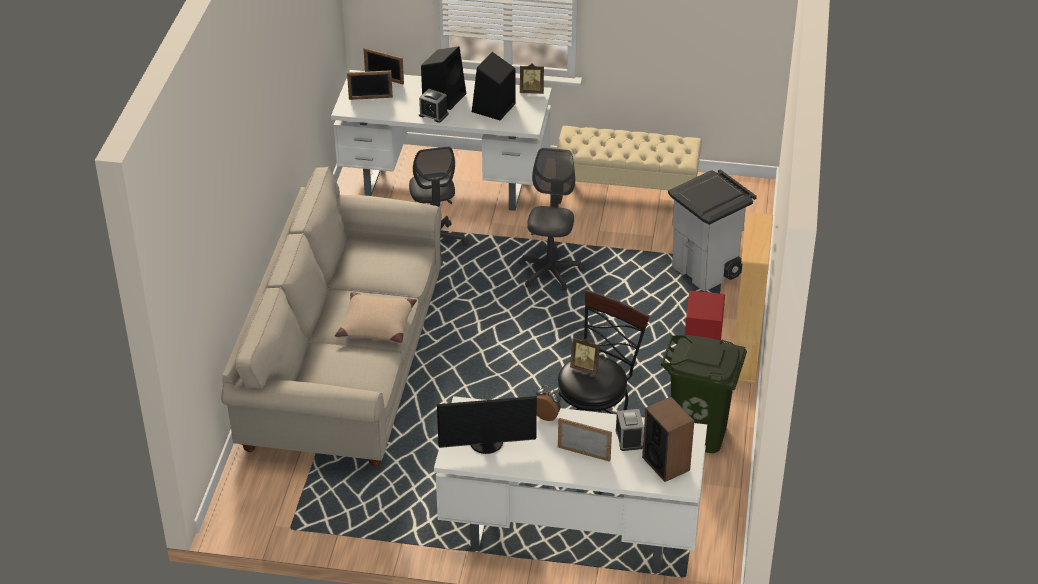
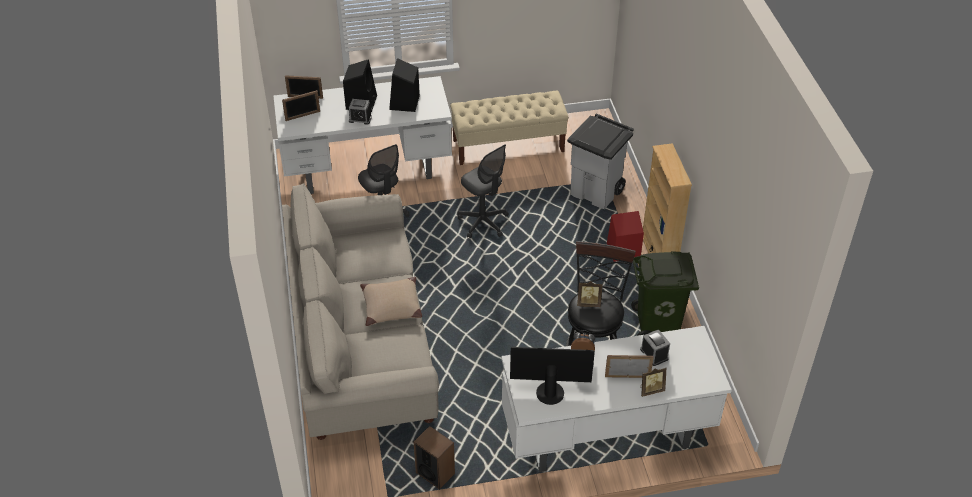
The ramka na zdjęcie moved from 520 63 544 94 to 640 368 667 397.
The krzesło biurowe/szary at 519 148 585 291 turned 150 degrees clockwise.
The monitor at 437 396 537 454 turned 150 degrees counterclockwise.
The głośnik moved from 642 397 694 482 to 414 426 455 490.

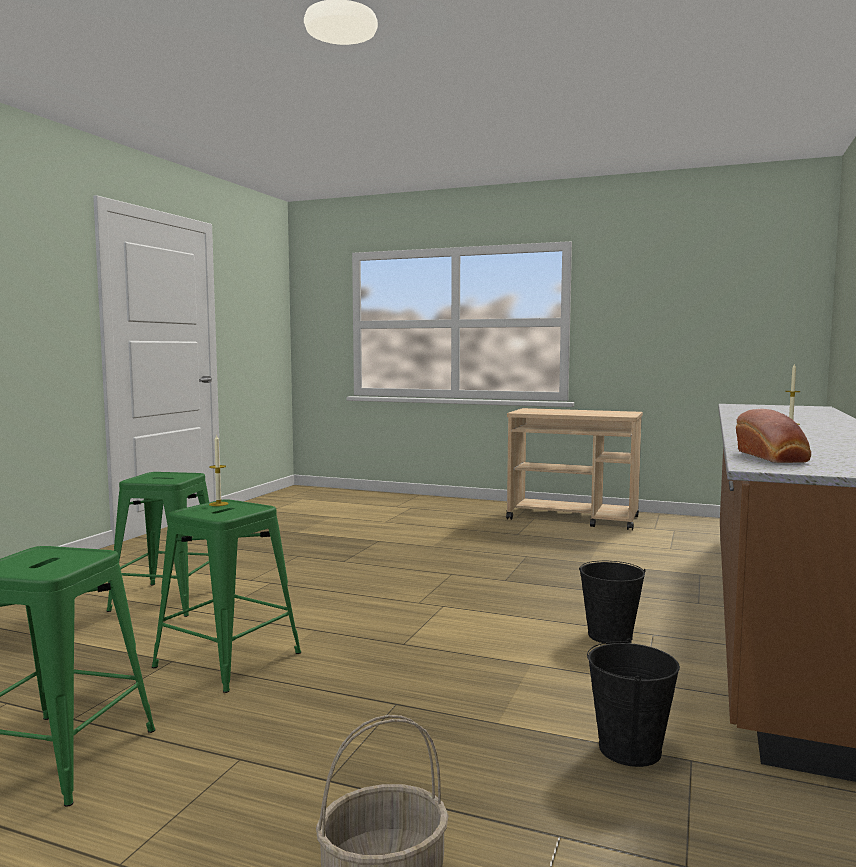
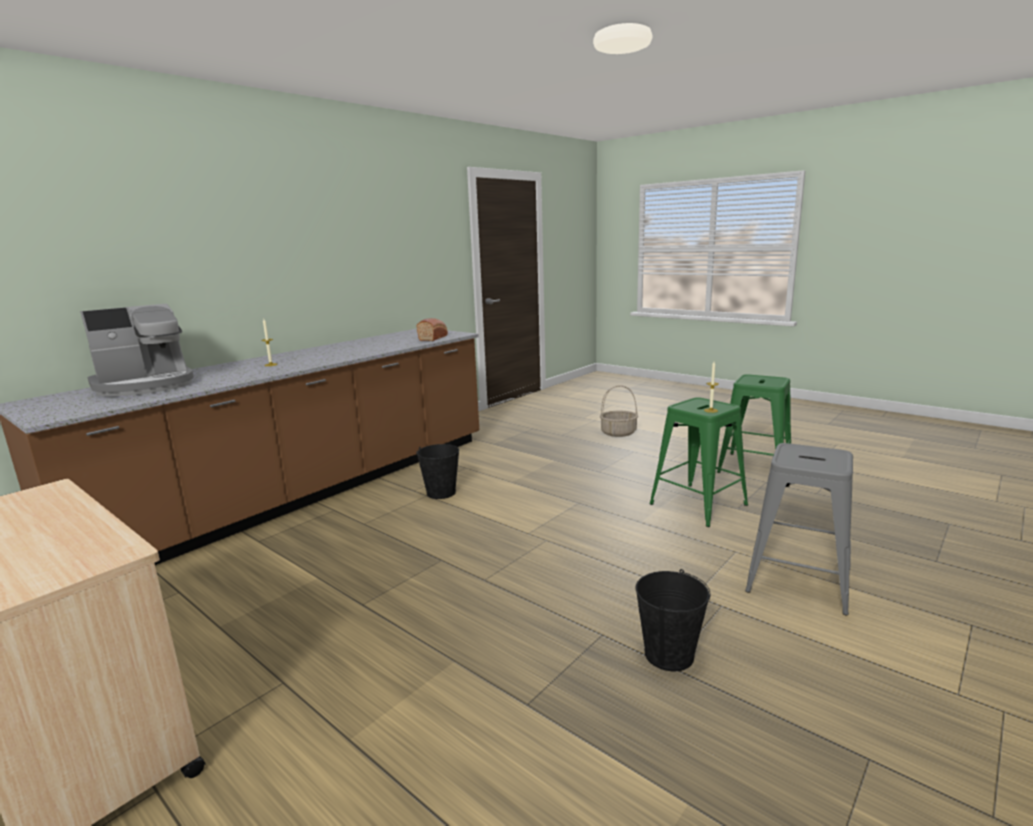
The stołek/zielony at 106 472 209 617 became the stołek/szary at 745 443 853 616.
The wiadro/czarny moved from 587 639 680 767 to 636 569 711 671.
The ekspres do kawy at 80 304 194 397 appeared.

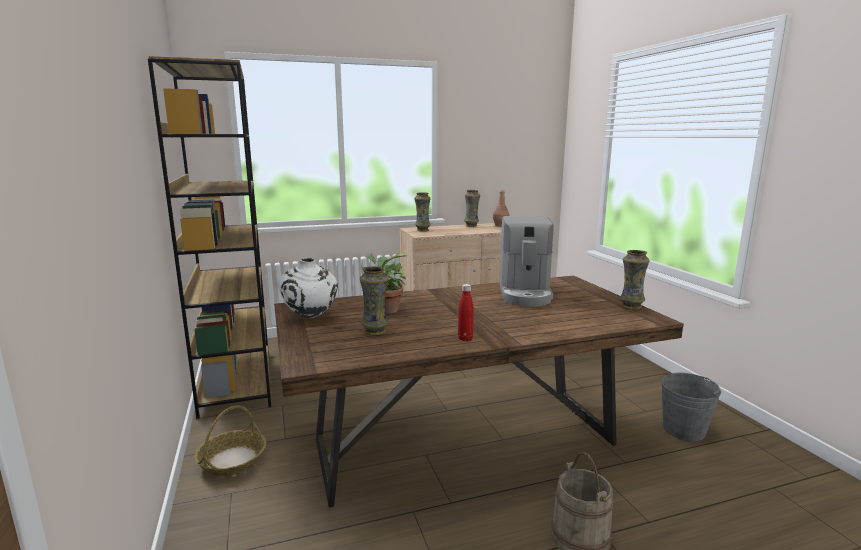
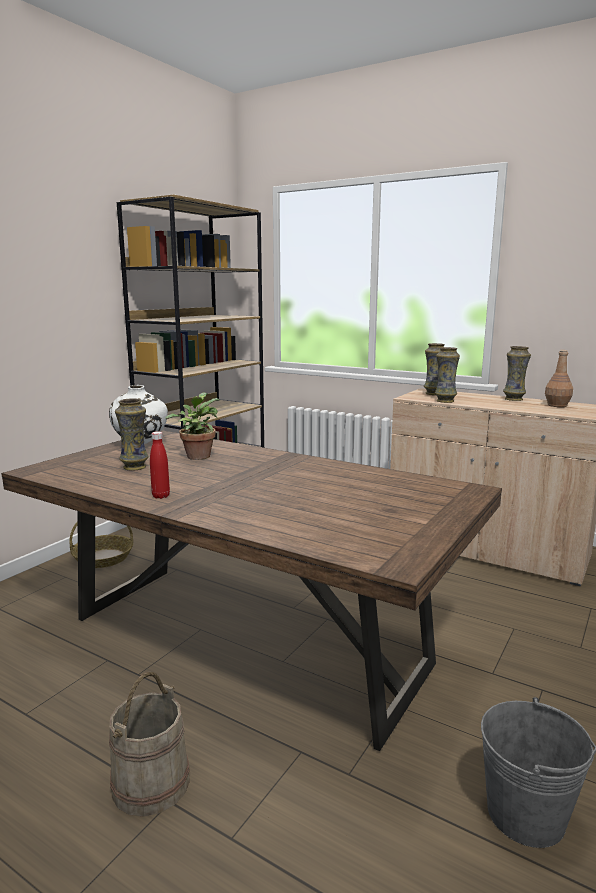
The ekspres do kawy at 500 216 554 307 disappeared.
The wazon moved from 620 250 650 310 to 435 347 460 403.

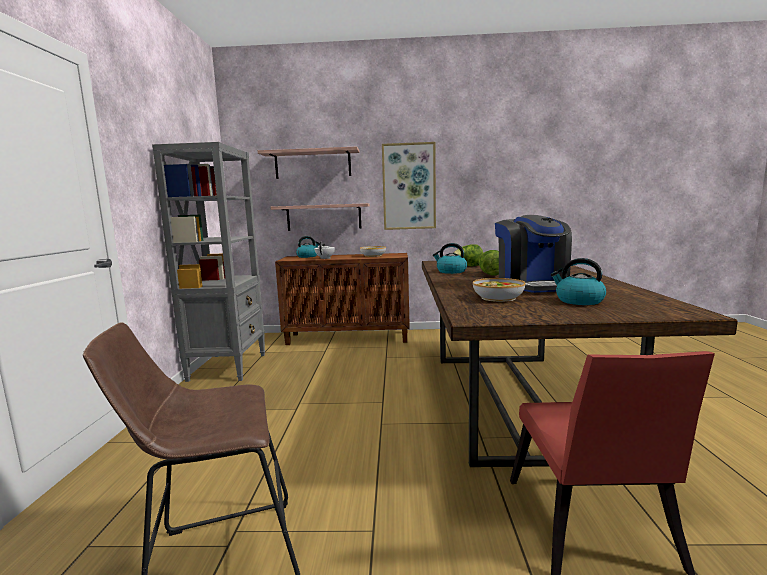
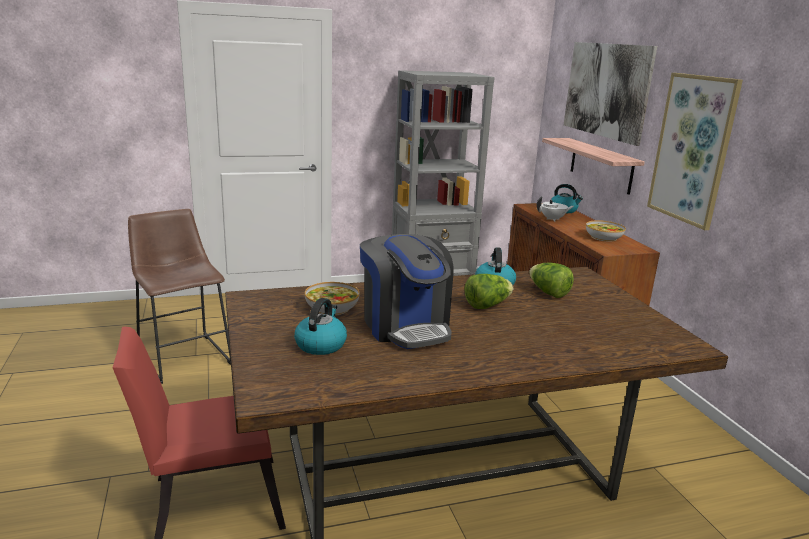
The półka at 258 147 359 179 was replaced by the obraz at 564 42 657 146.
The ekspres do kawy at 495 215 572 293 turned 90 degrees counterclockwise.

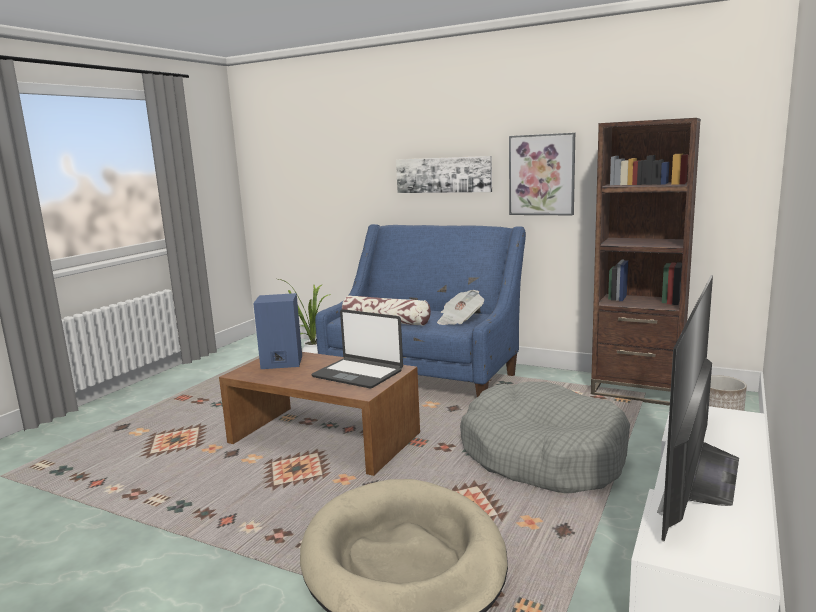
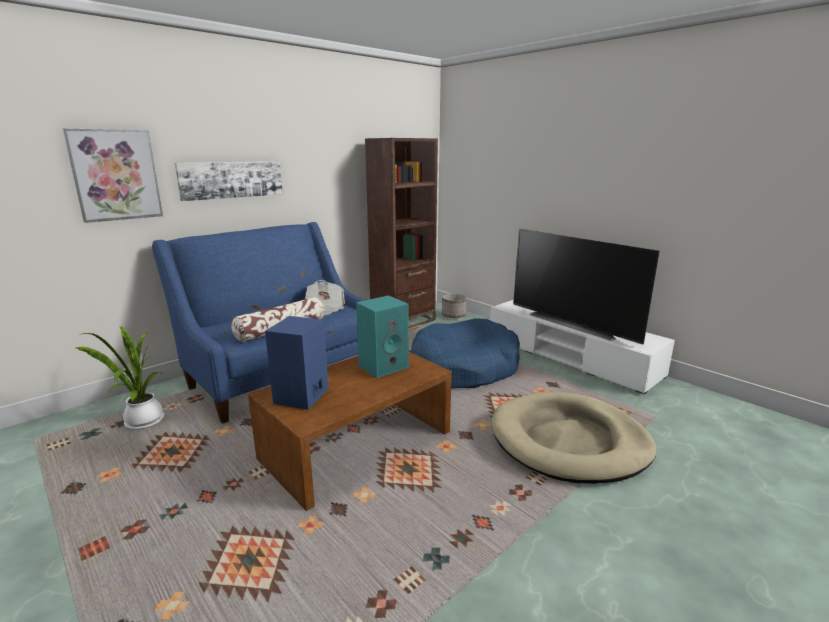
The obraz moved from 509 133 575 215 to 63 128 163 223.
The laptop at 311 309 403 388 was replaced by the głośnik/turkusowy at 356 295 409 378.
The legowisko/szary at 460 382 630 493 became the legowisko/niebieski at 411 318 520 388.

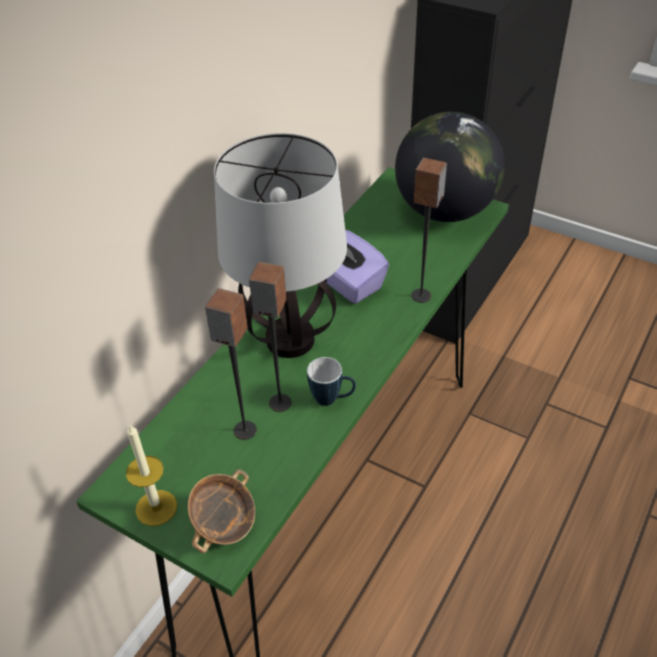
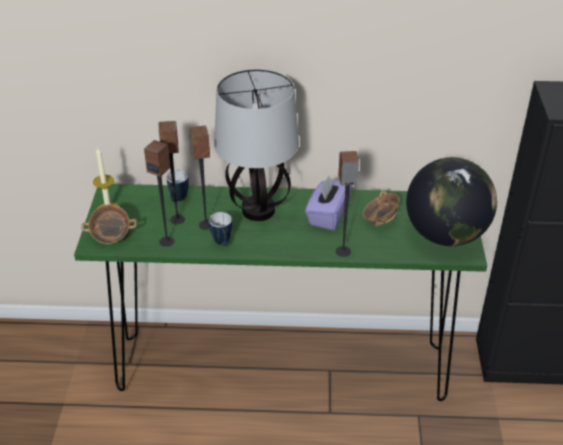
The głośnik at 144 140 175 247 appeared.
The kubek at 167 170 189 202 appeared.
The miska at 363 191 399 227 appeared.

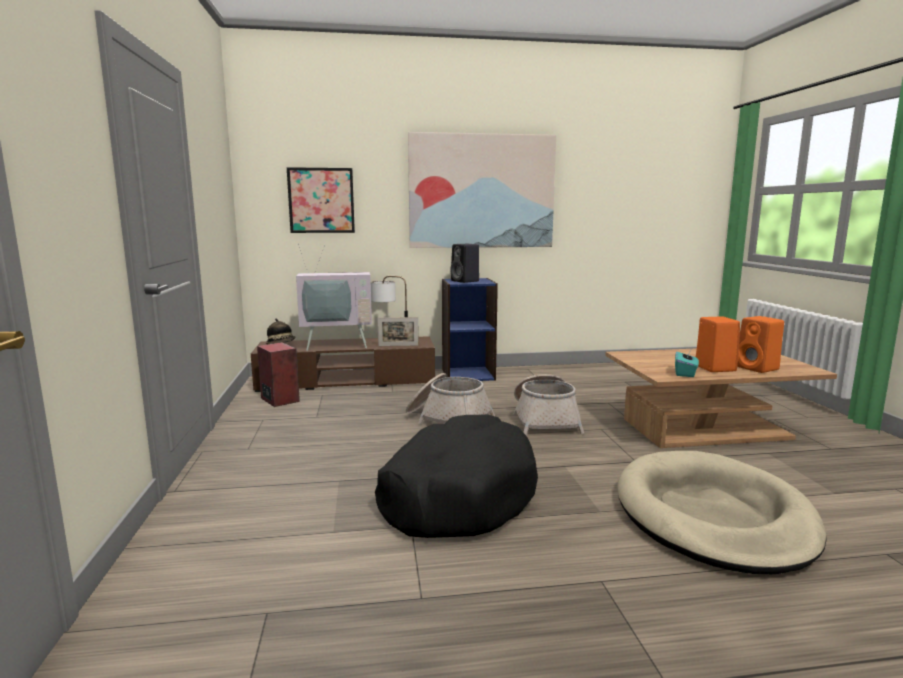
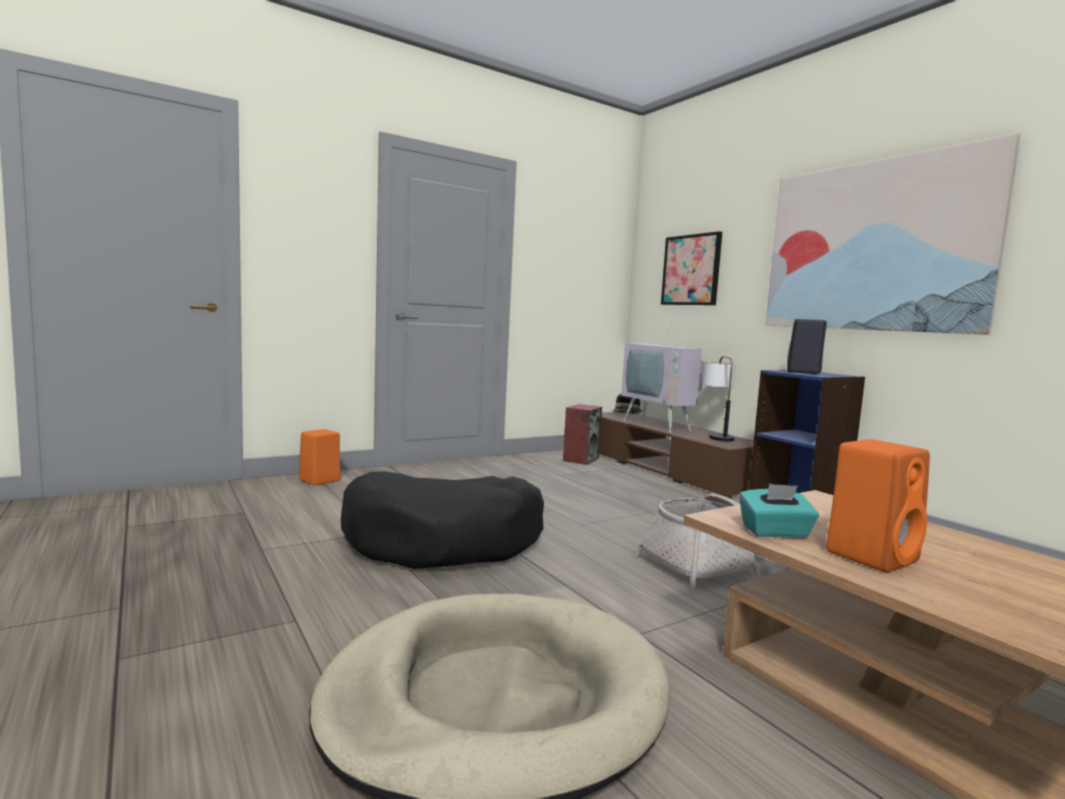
The głośnik/pomarańczowy moved from 737 316 784 373 to 299 429 340 486.
The ramka na zdjęcie at 377 317 419 346 disappeared.
The koszyk at 406 373 495 424 disappeared.

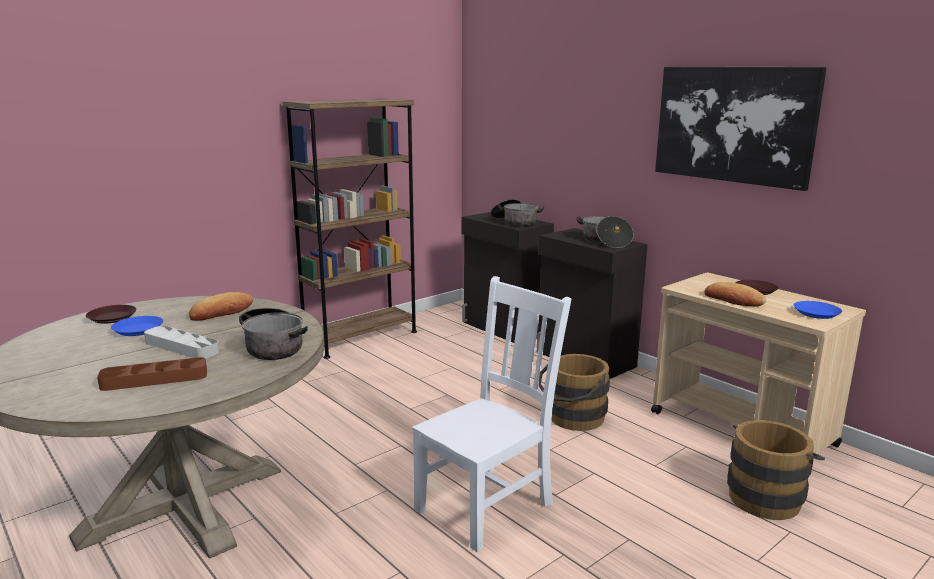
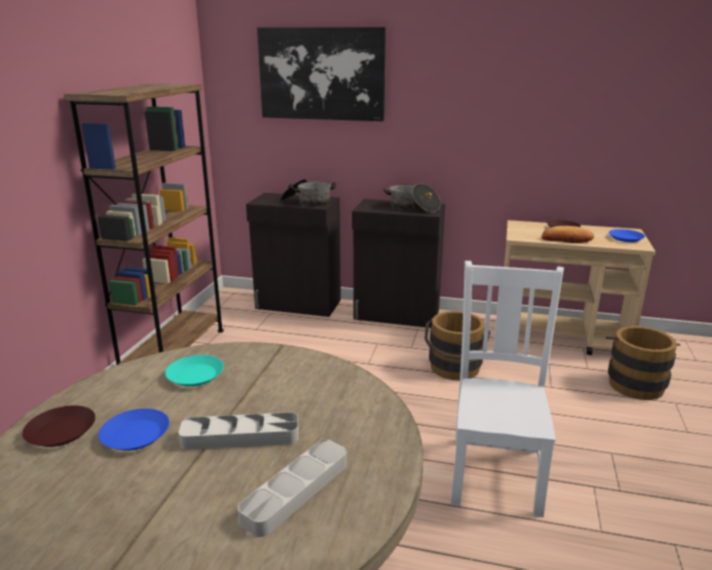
The obraz moved from 655 67 826 191 to 257 27 386 121.
The chleb at 189 292 253 321 was replaced by the talerz/turkusowy at 165 355 224 387.
The garnek at 239 308 308 360 disappeared.
The taca/brązowy at 97 357 207 391 became the taca/szary at 237 440 347 537.

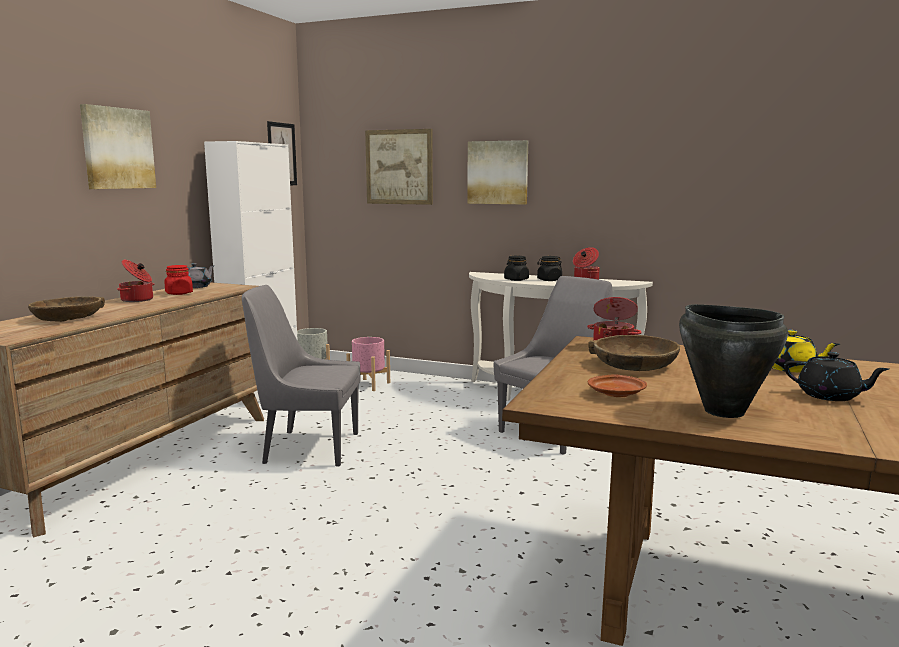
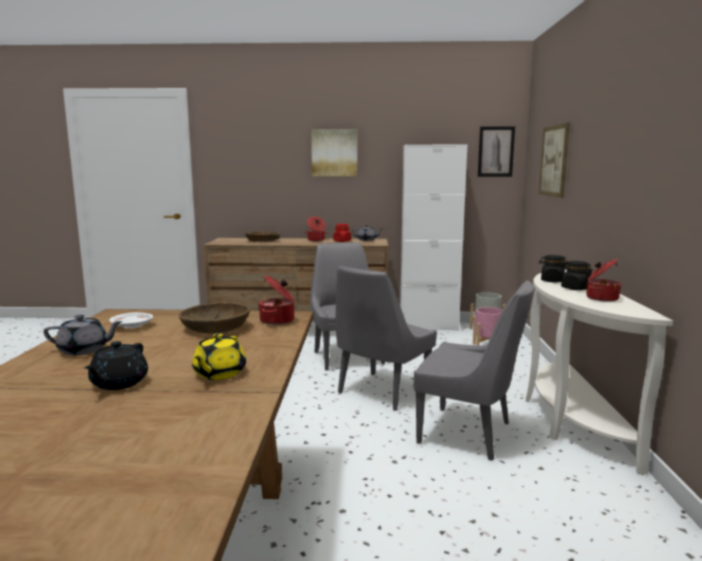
The obraz at 467 140 528 205 disappeared.
The garnek/czarny at 679 304 788 418 was replaced by the imbryk/szary at 43 315 122 355.
The talerz/brązowy at 588 374 647 397 became the talerz/biały at 109 312 153 328.
The krzesło/szary at 336 266 437 411 appeared.

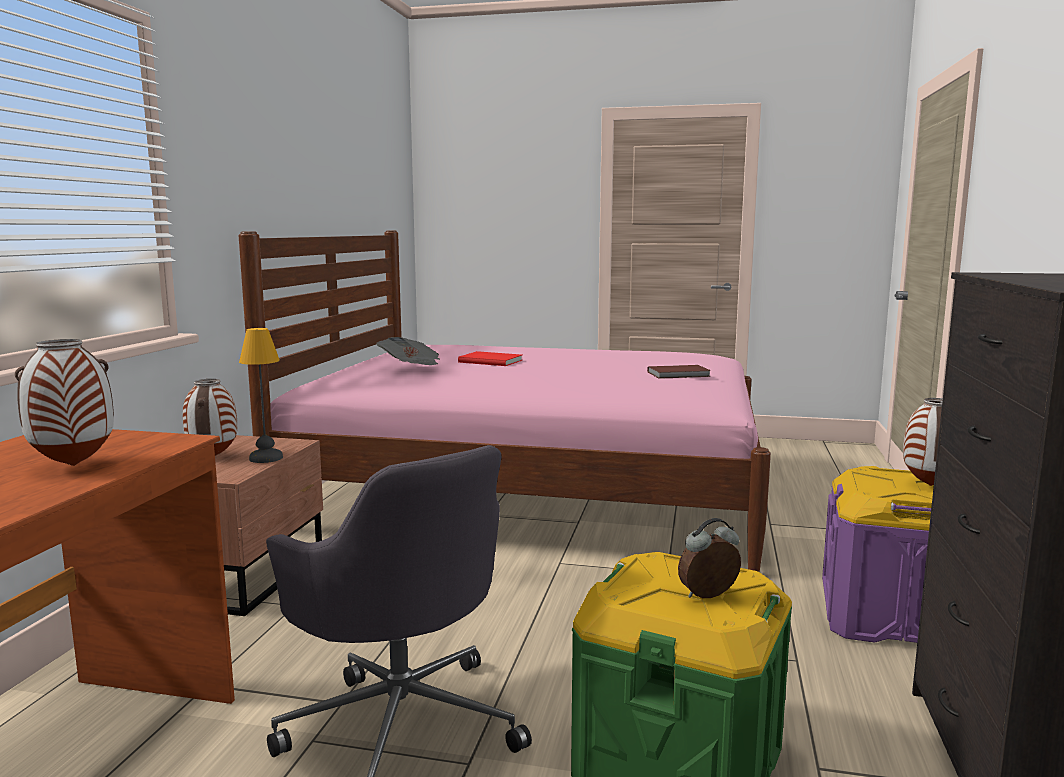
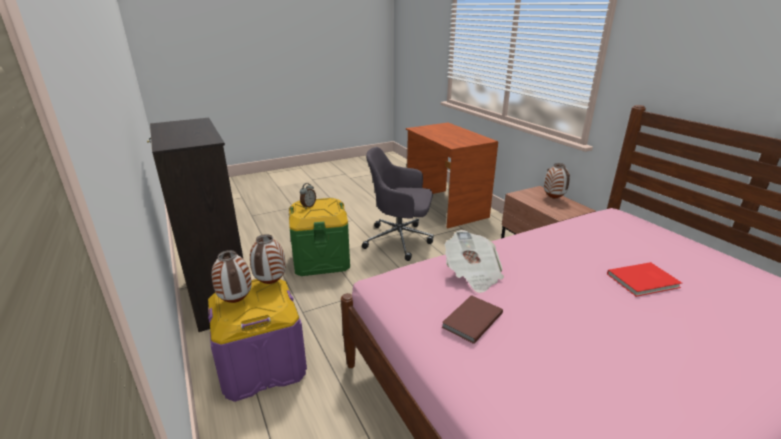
The lampa stołowa at 239 328 283 463 disappeared.
The gazeta moved from 376 337 440 365 to 445 230 504 293.
The wazon moved from 15 339 114 466 to 250 234 286 284.

